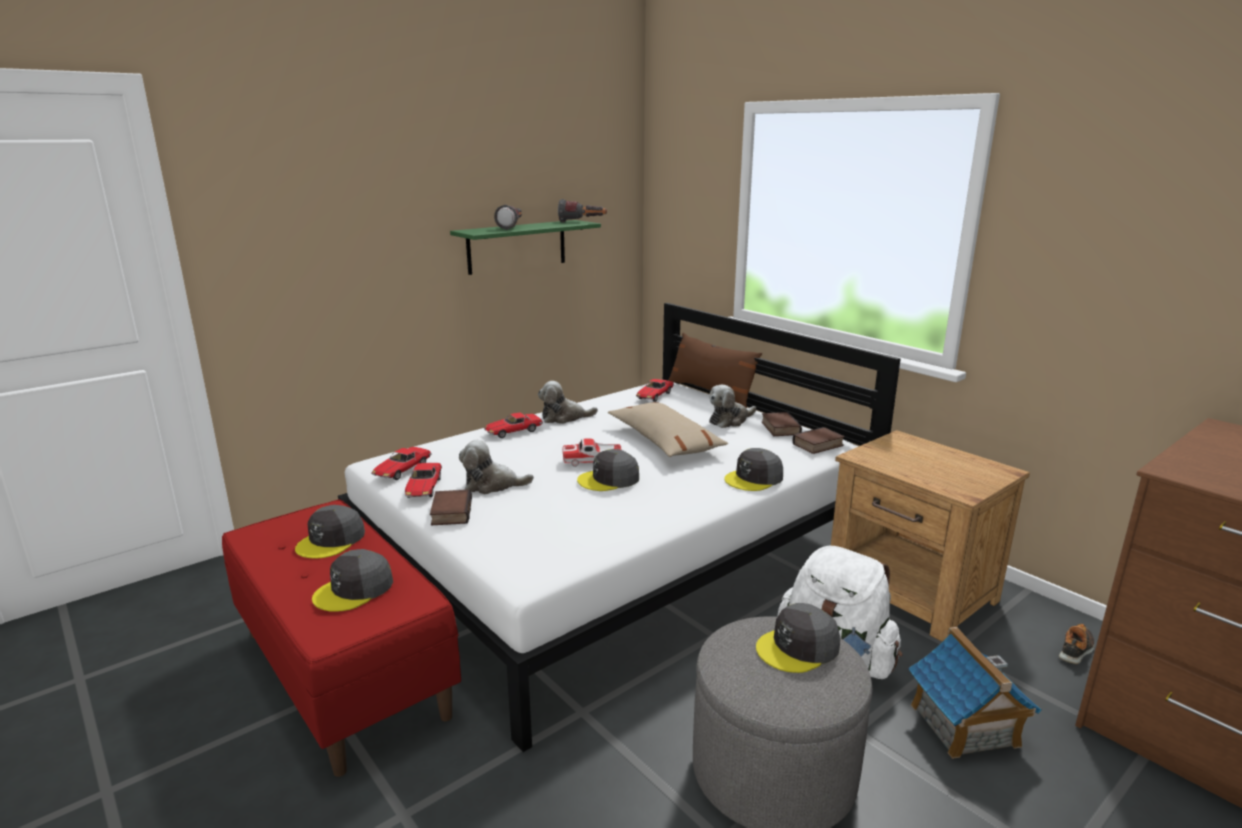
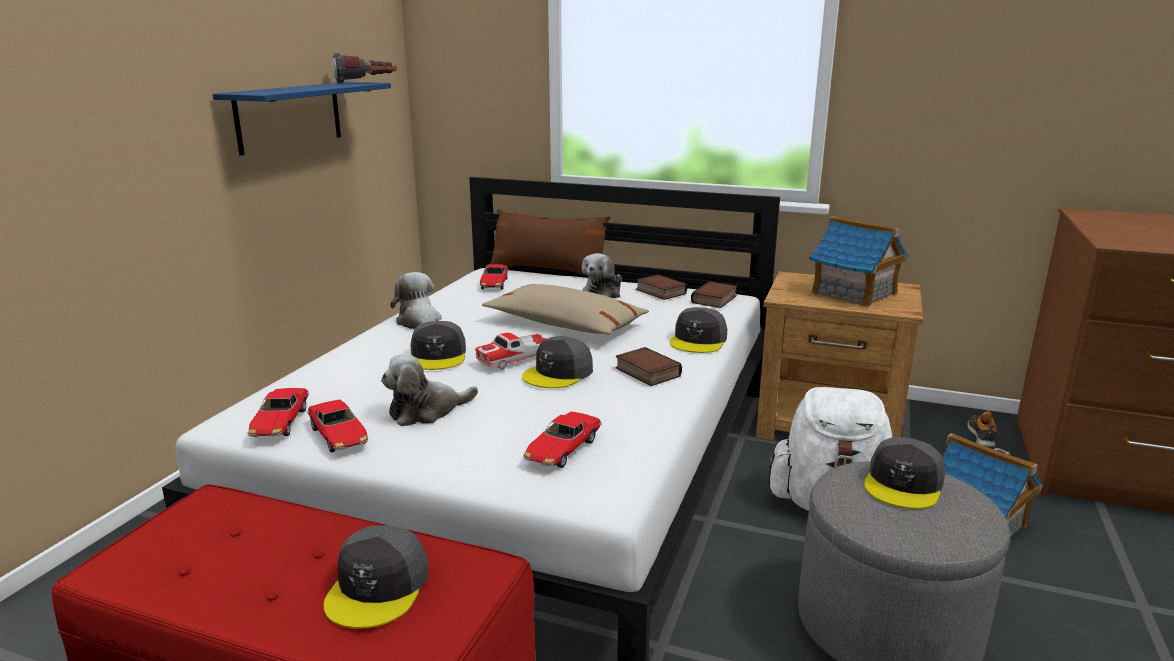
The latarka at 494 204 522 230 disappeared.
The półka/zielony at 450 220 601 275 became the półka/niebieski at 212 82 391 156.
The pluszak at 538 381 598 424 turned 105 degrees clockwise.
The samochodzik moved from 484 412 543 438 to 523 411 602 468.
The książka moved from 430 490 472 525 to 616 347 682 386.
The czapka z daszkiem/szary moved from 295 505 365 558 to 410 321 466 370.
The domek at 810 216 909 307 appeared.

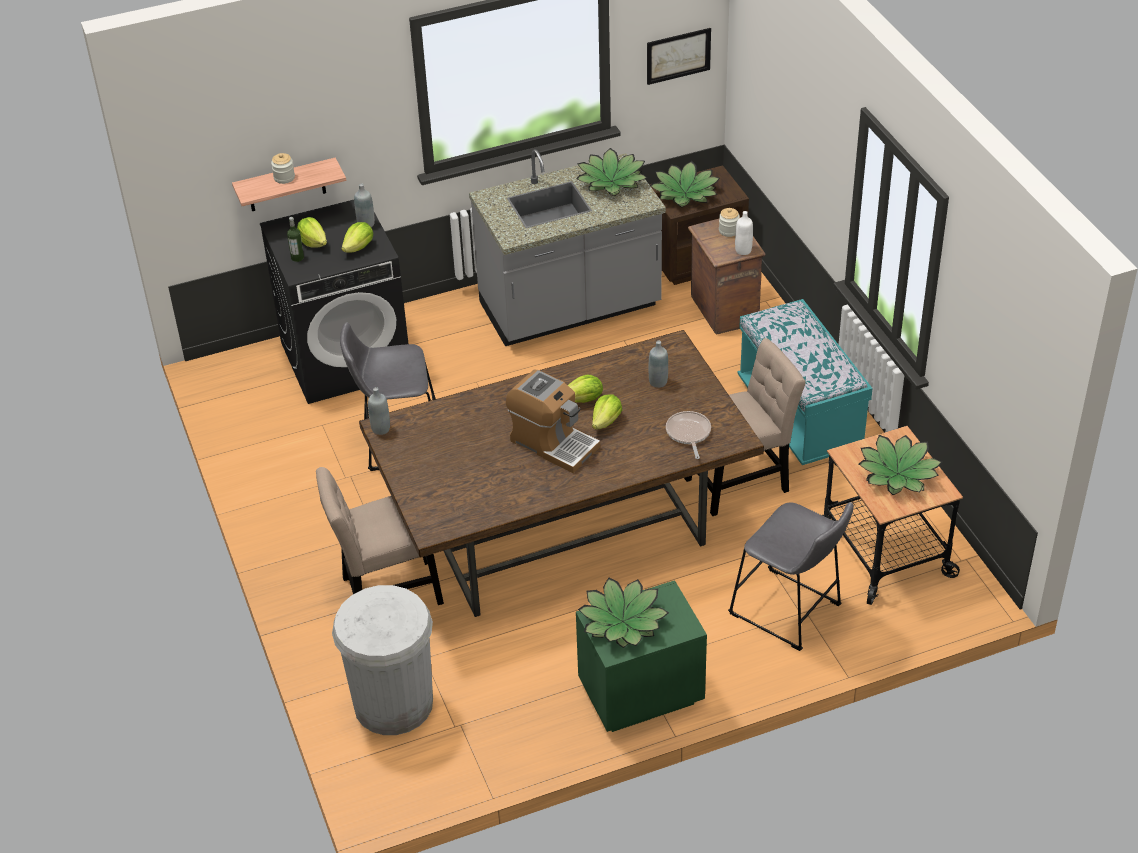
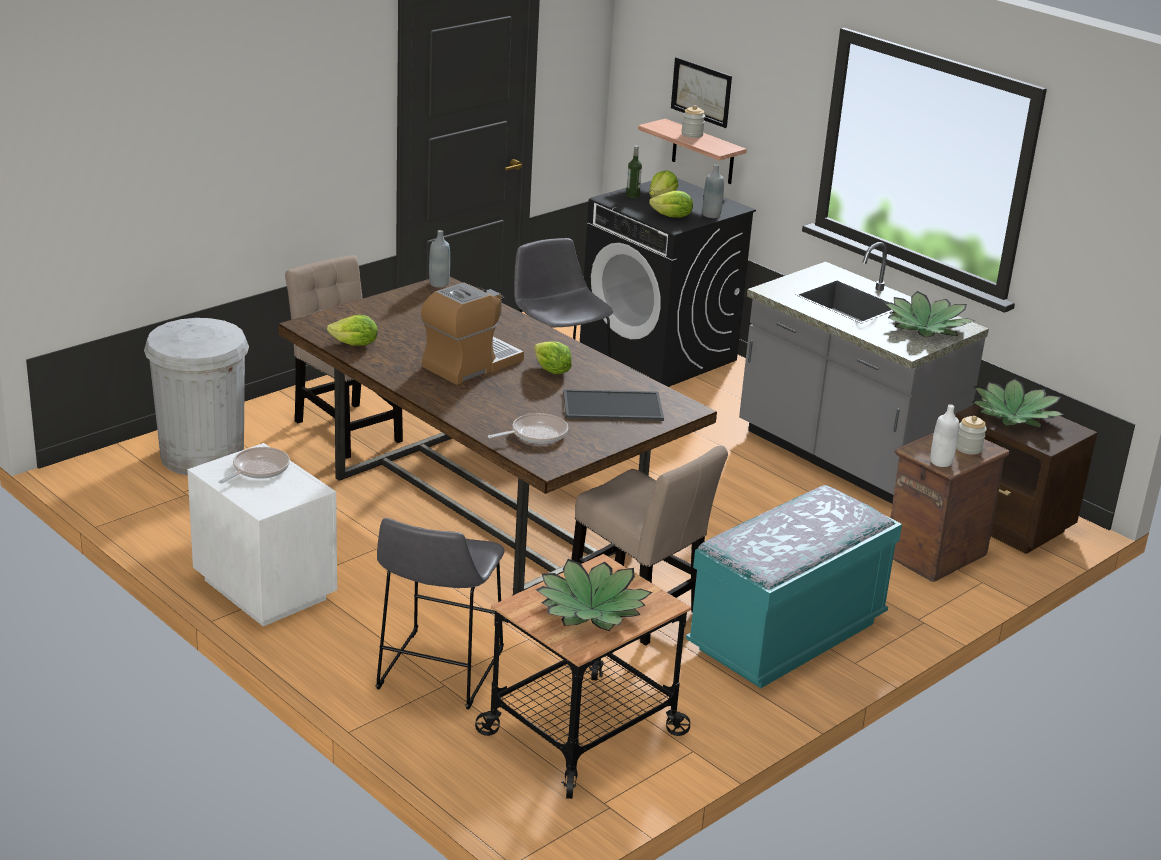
The obraz moved from 647 28 711 85 to 671 57 732 128.
The butelka/szary at 649 341 668 388 was replaced by the taca at 563 389 664 421.
The ekspres do kawy at 506 370 600 473 turned 150 degrees counterclockwise.
The sałata moved from 592 394 622 430 to 327 315 378 346.
The roślina doniczkowa at 578 577 669 648 was replaced by the patelnia at 218 447 290 484.
The szafka nocna/zielony at 576 580 707 732 became the szafka nocna/biały at 187 443 337 627.

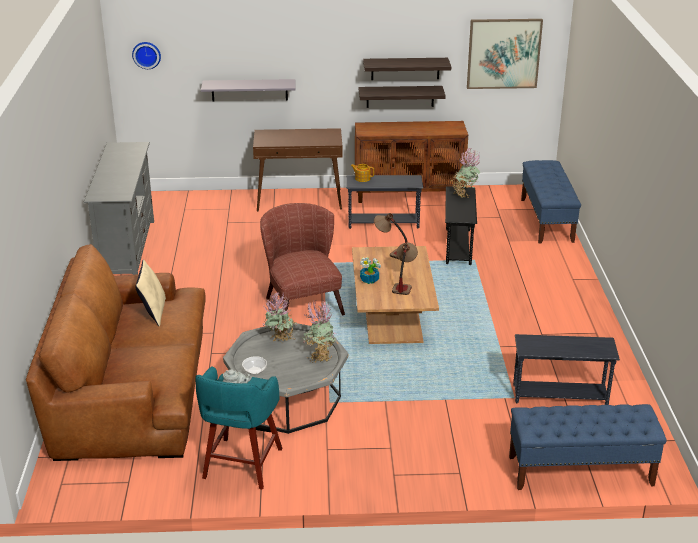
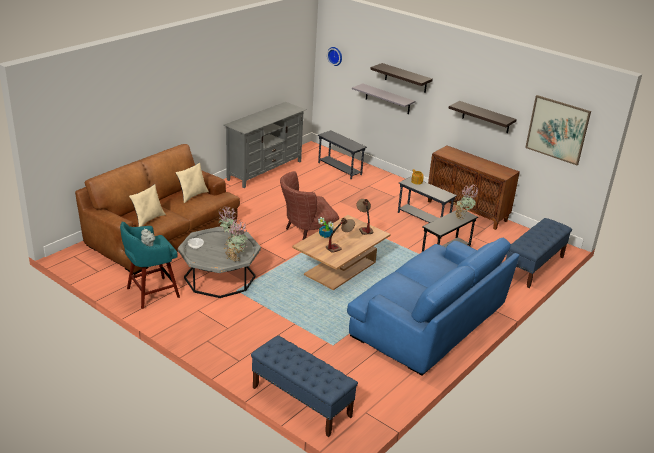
The półka moved from 359 86 446 108 to 370 63 433 93.
The stolik konsolowy/brązowy at 253 128 342 211 disappeared.
The fotel/brązowy at 260 203 345 315 turned 135 degrees counterclockwise.
The stolik/szary moved from 513 334 620 405 to 318 130 367 179.
The poduszka/beżowy at 129 184 166 227 appeared.
The kanapa/niebieski at 347 238 519 376 appeared.

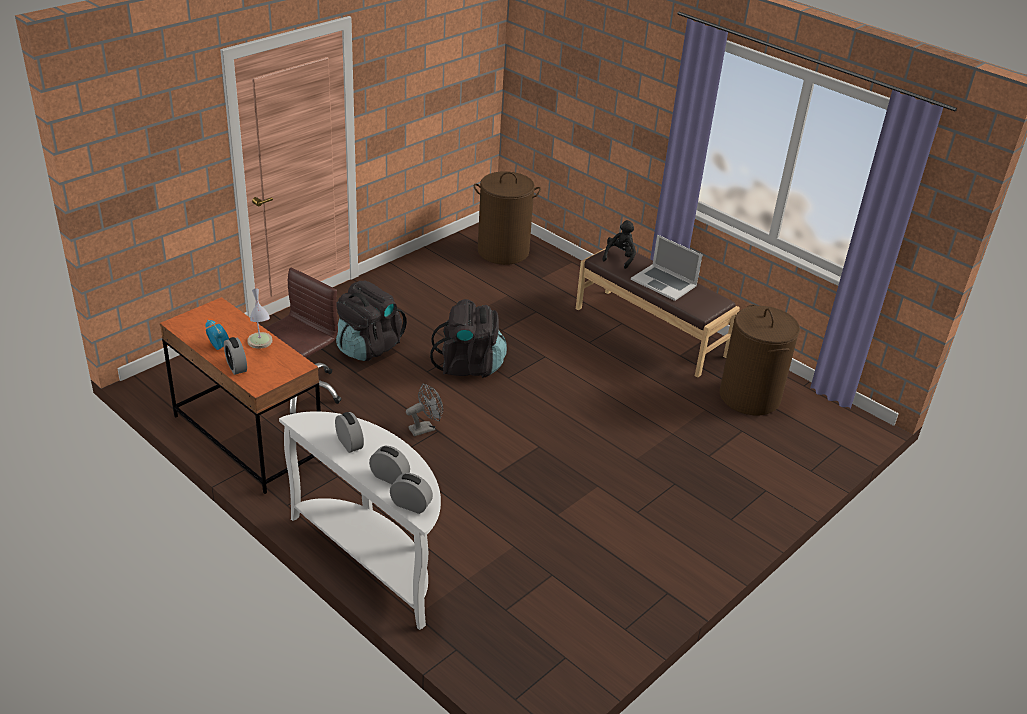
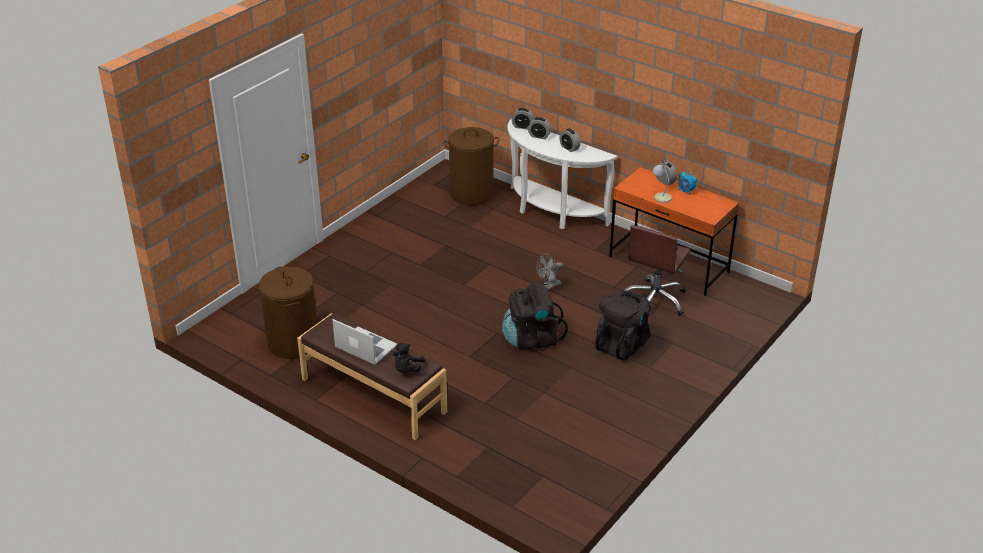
The kosz na pranie/brązowy moved from 474 171 541 265 to 443 127 499 205.

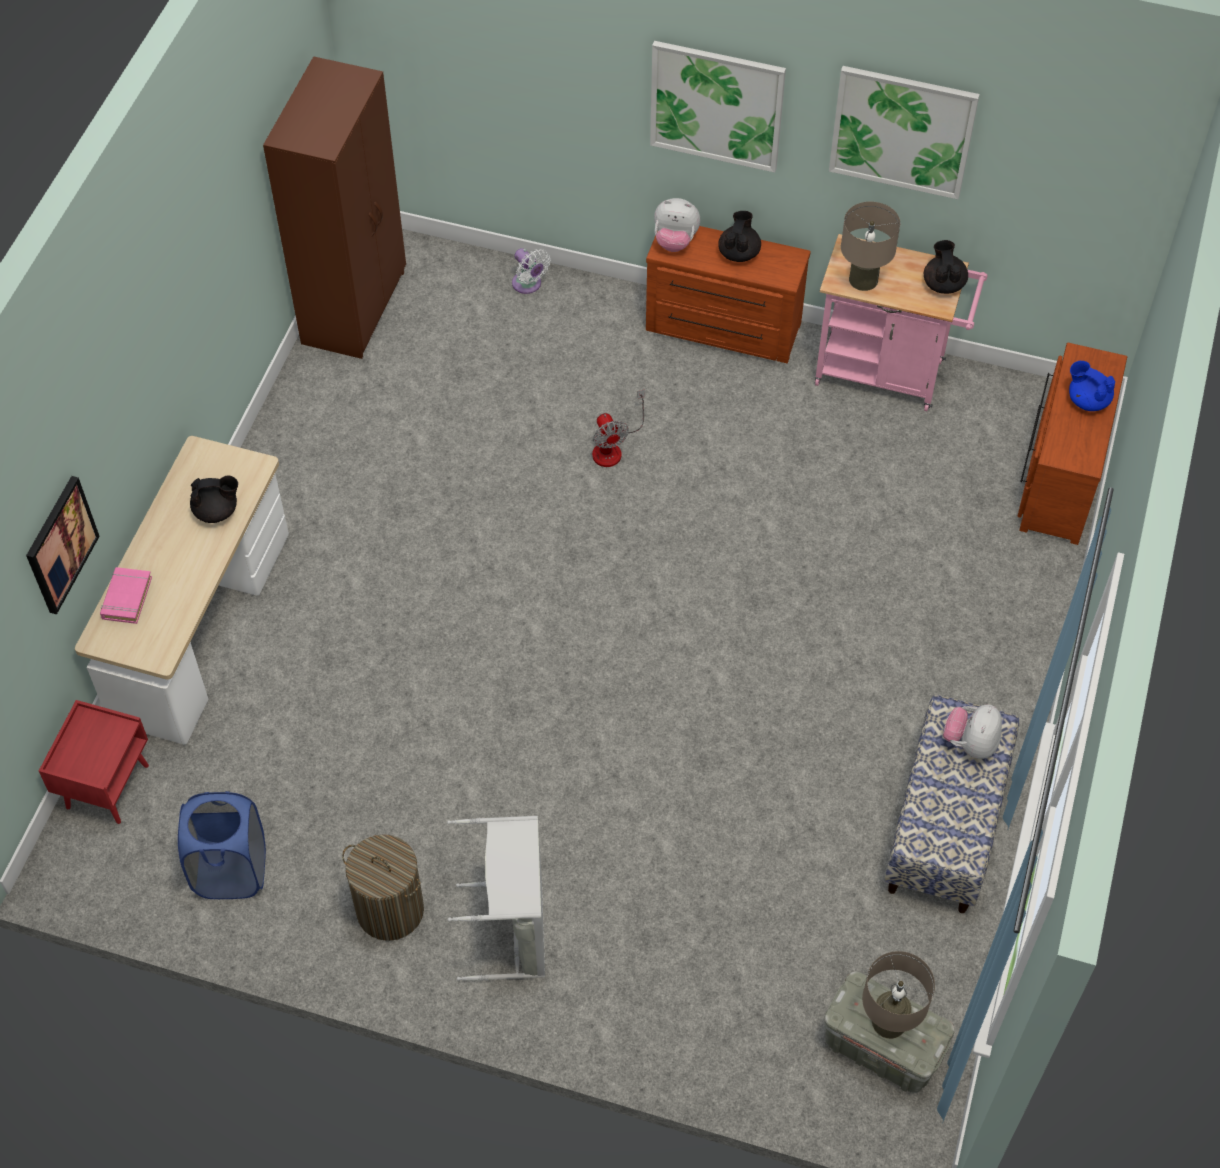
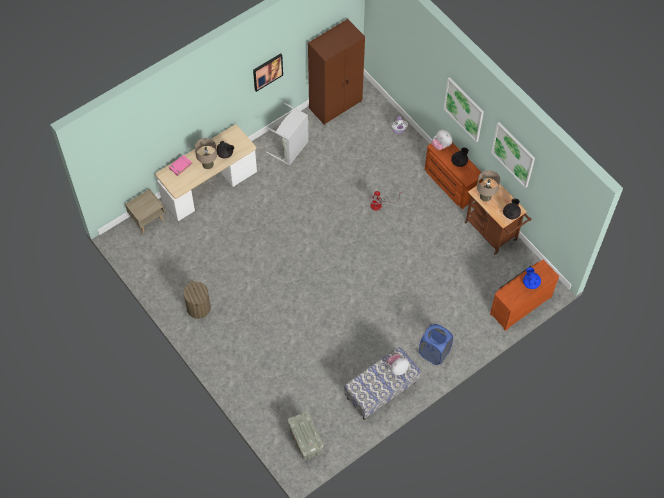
The wózek/różowy at 815 234 988 411 became the wózek/brązowy at 465 178 531 254.
The obraz moved from 26 476 100 614 to 253 53 283 92.
The szafka nocna/czerwony at 39 700 149 824 became the szafka nocna/beżowy at 125 189 165 234.
The kosz na pranie/niebieski moved from 178 791 266 899 to 419 324 453 365.
The kosz na pranie/szary moved from 447 816 545 981 to 264 103 309 166.
The lampa stołowa/beżowy moved from 862 951 935 1039 to 195 138 217 169.

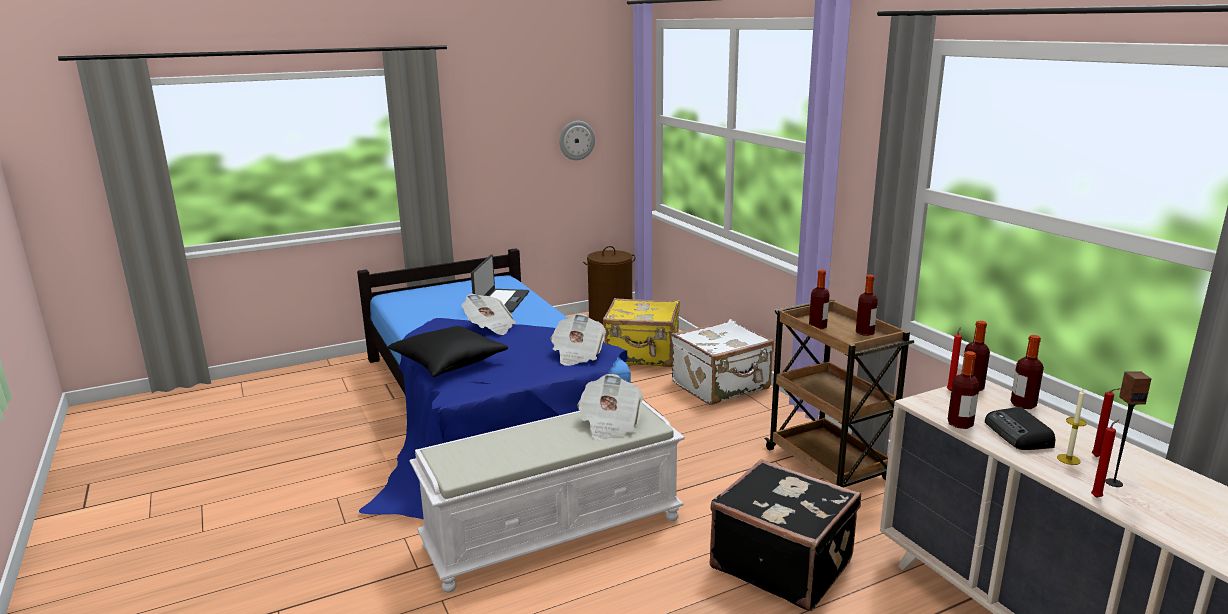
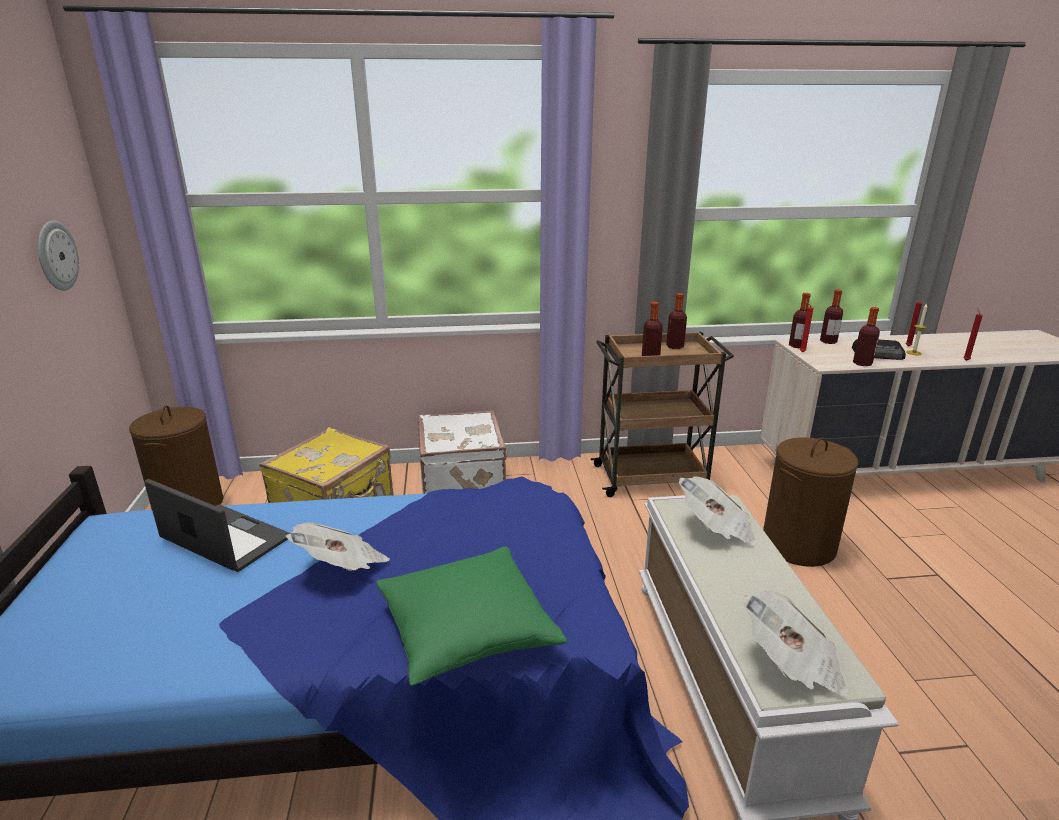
The gazeta moved from 551 314 606 366 to 744 591 849 697.
The poduszka/czarny at 387 326 508 377 became the poduszka/zielony at 376 547 567 686.
The głośnik at 1105 371 1151 487 disappeared.
The walizka/czarny at 710 459 861 611 was replaced by the kosz na pranie/brązowy at 763 437 858 567.

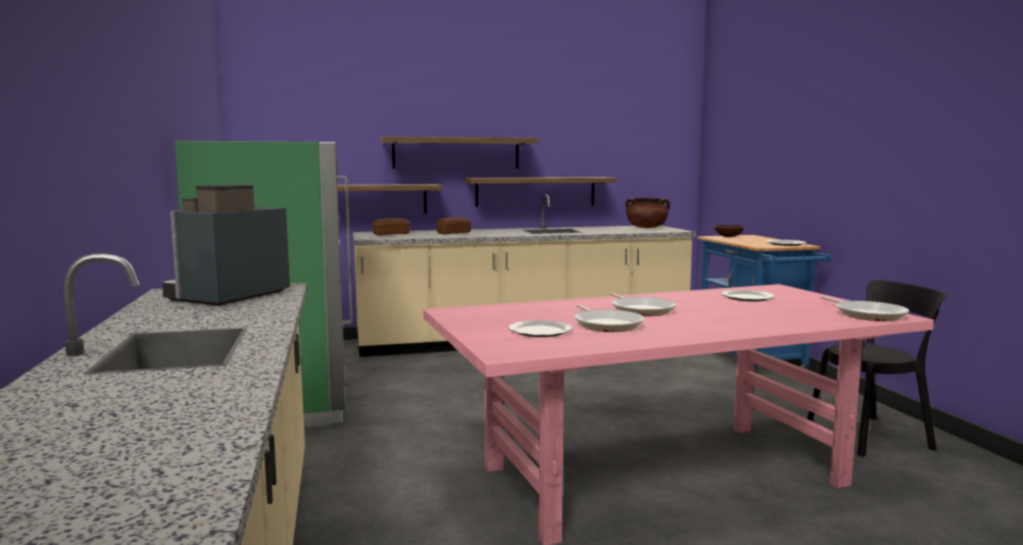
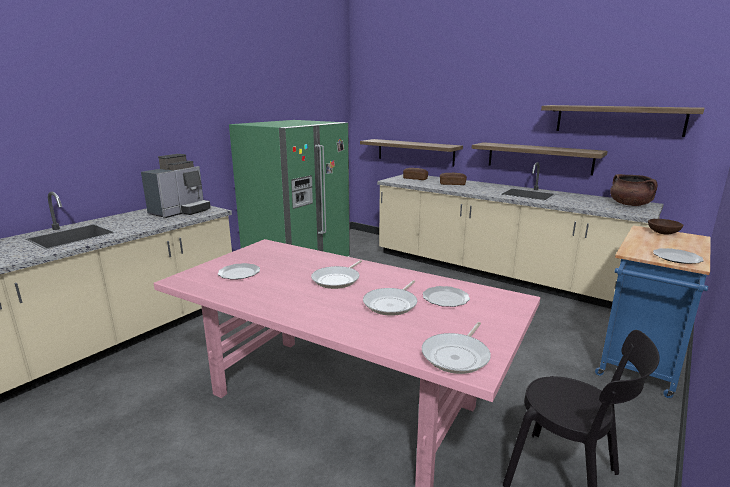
The półka moved from 380 136 538 168 to 541 105 705 137.
The ekspres do kawy at 162 184 290 306 turned 135 degrees clockwise.
The patelnia moved from 574 304 644 332 to 363 280 417 316.

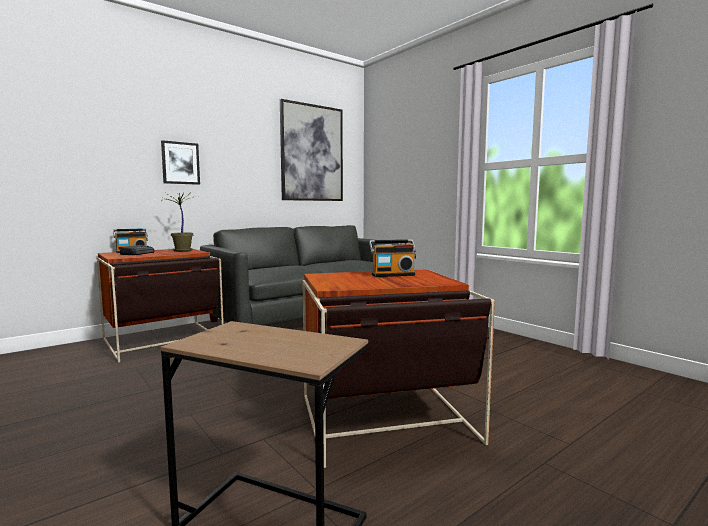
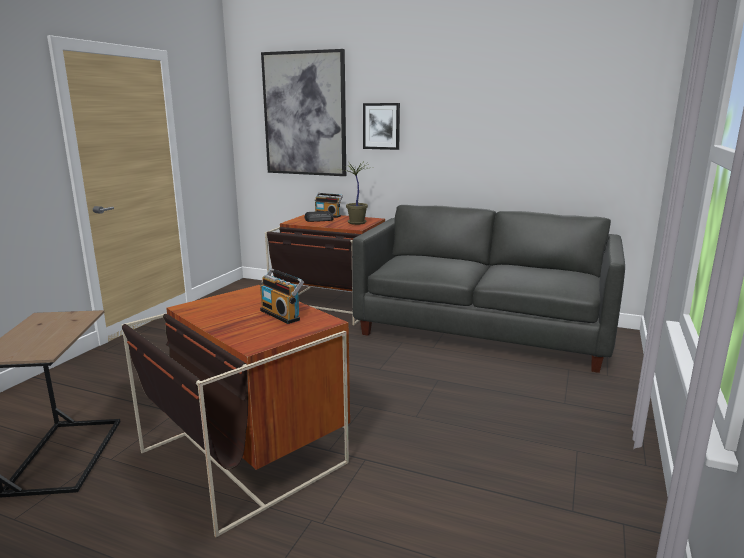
The obraz moved from 280 99 343 201 to 261 49 346 176.

